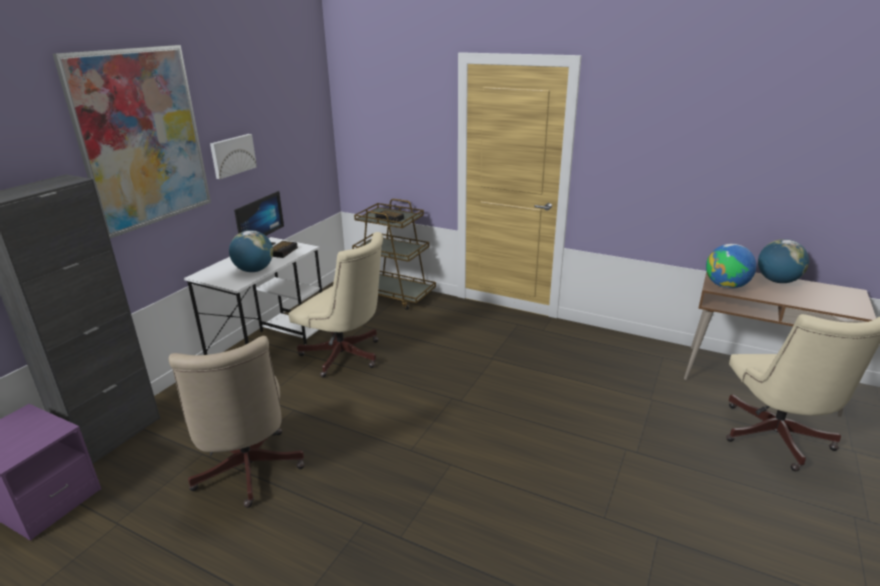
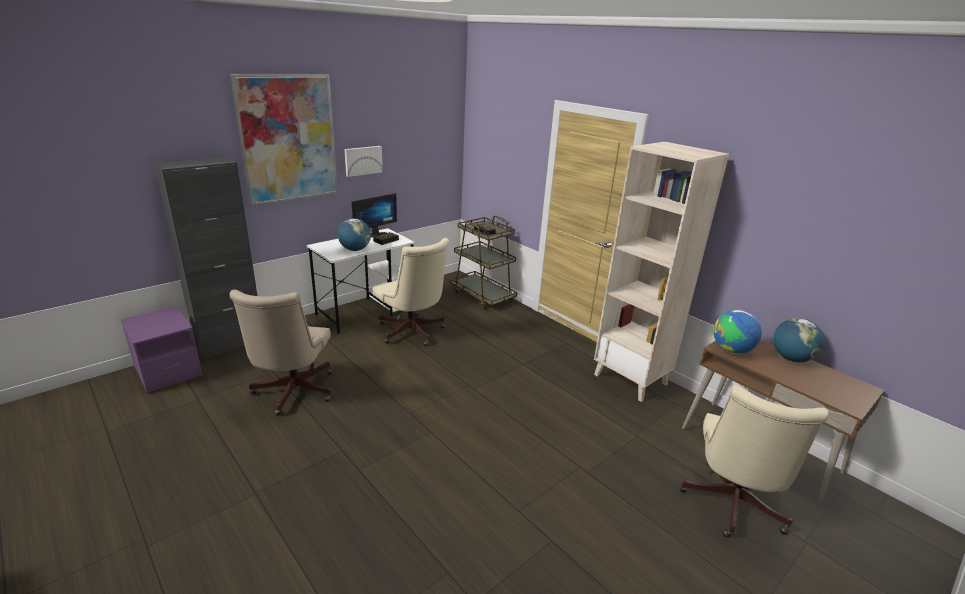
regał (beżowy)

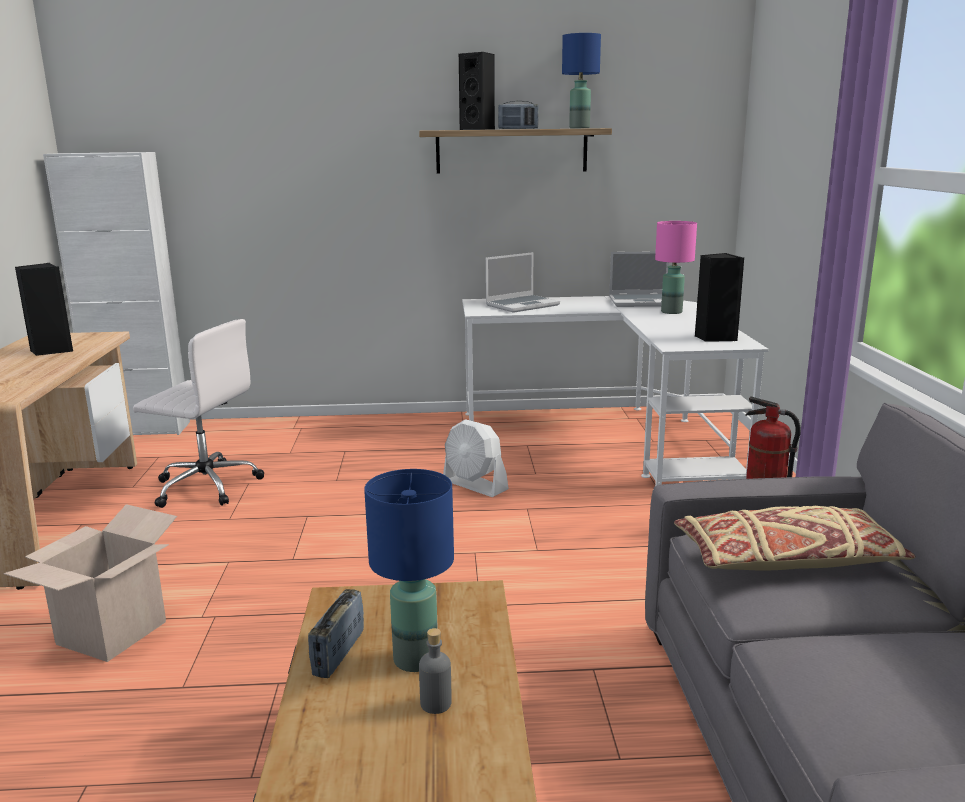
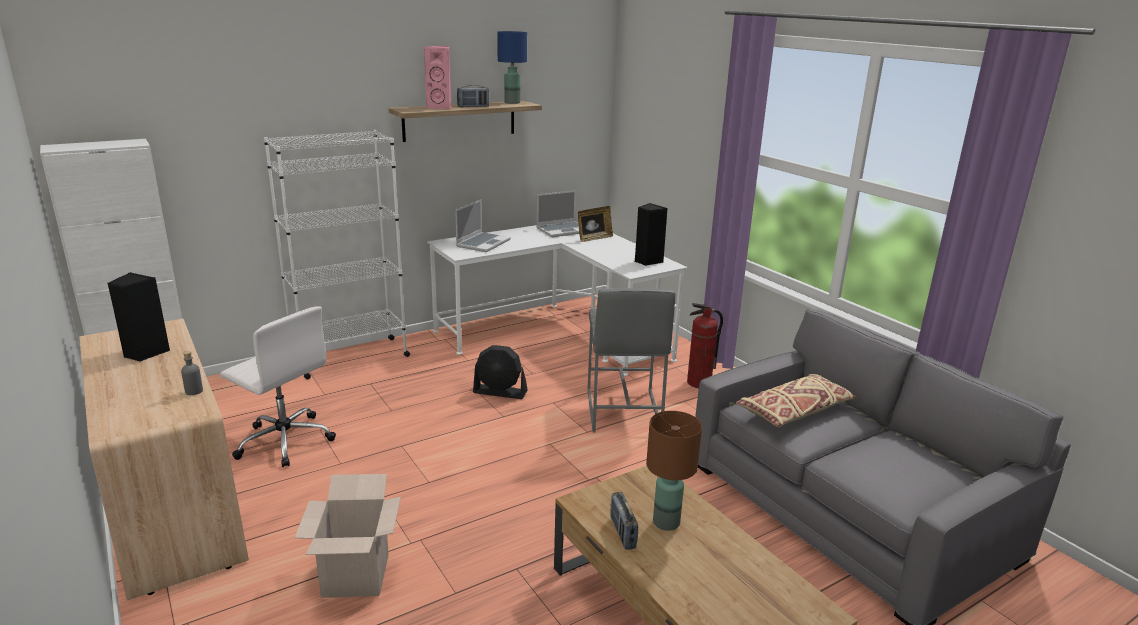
butelka (szary)
krzesło biurowe (biały)
regał (biały)
głośnik (różowy)
wentylator (czarny)
ramka na zdjęcie
stołek (szary)
lampa stołowa (brązowy)

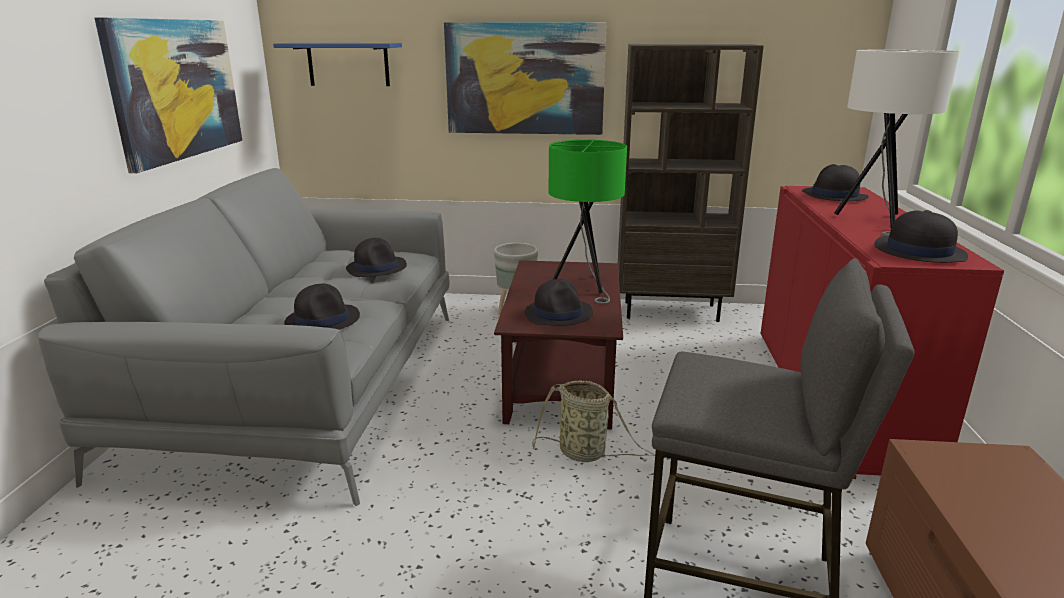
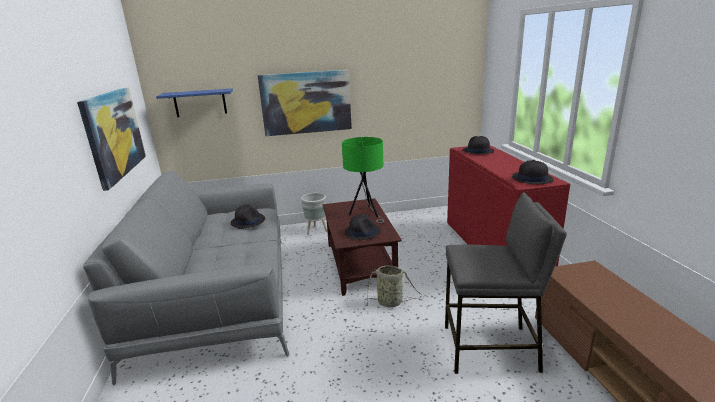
kapelusz (czarny) (no. 1 from left in the first image)
regał (brązowy)
lampa stołowa (biały)

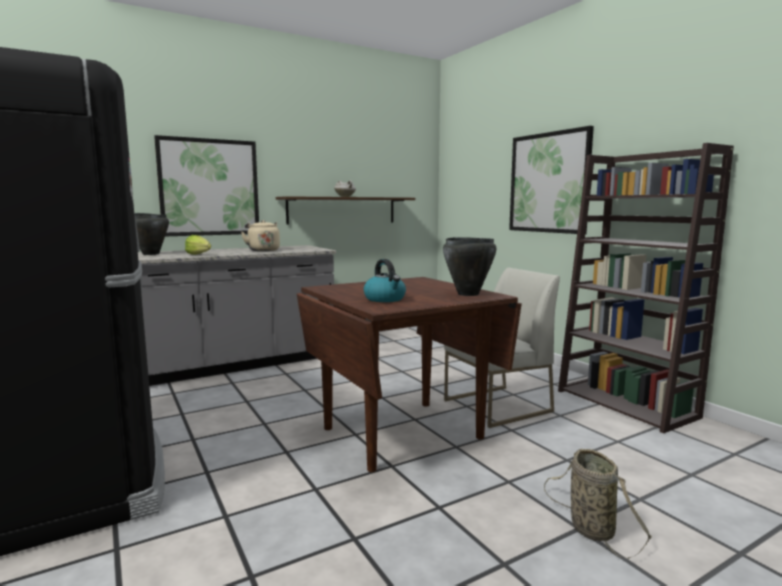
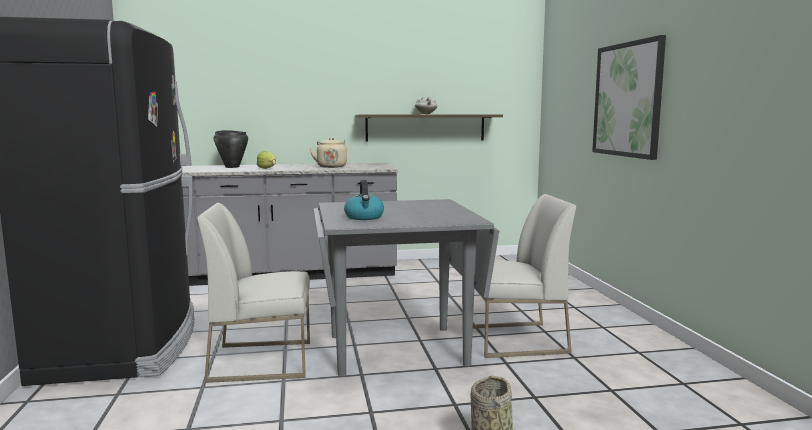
krzesło (biały) (no. 1 from left)
stół jadalny (szary)
obraz (no. 1 from left in the first image)
garnek (czarny) (no. 2 from left in the first image)
regał (brązowy)

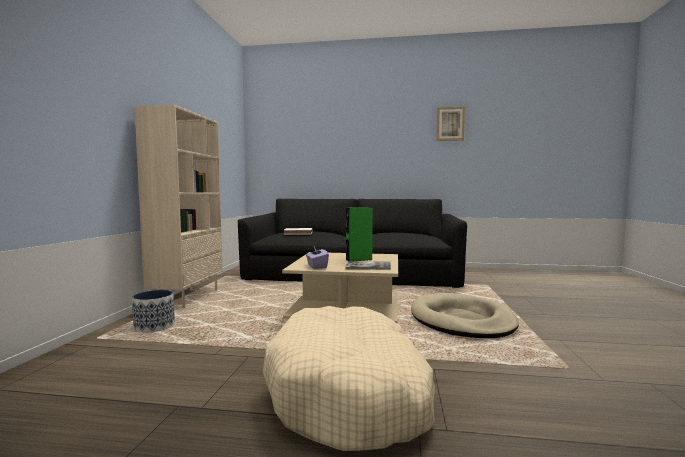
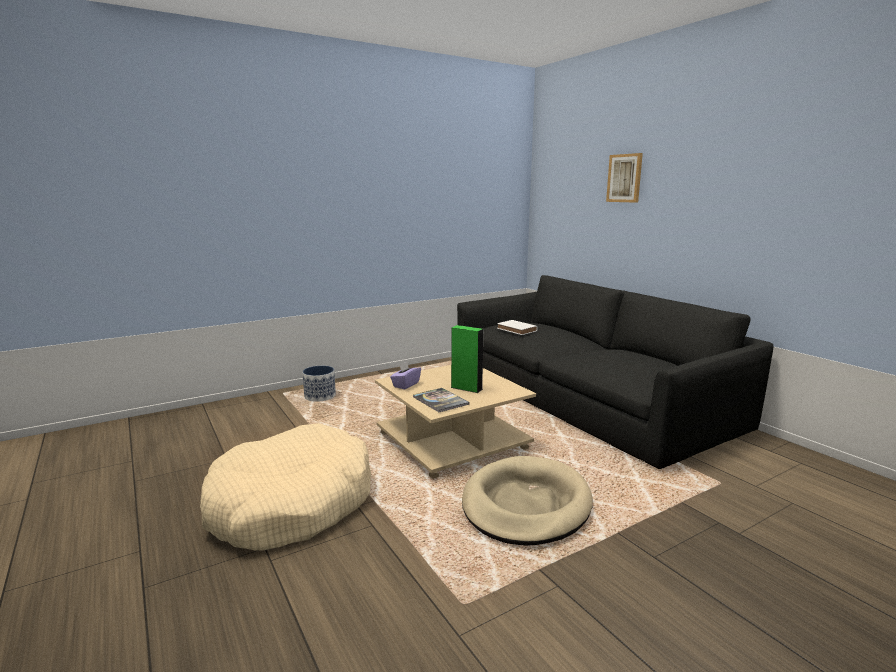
obraz
regał (beżowy)

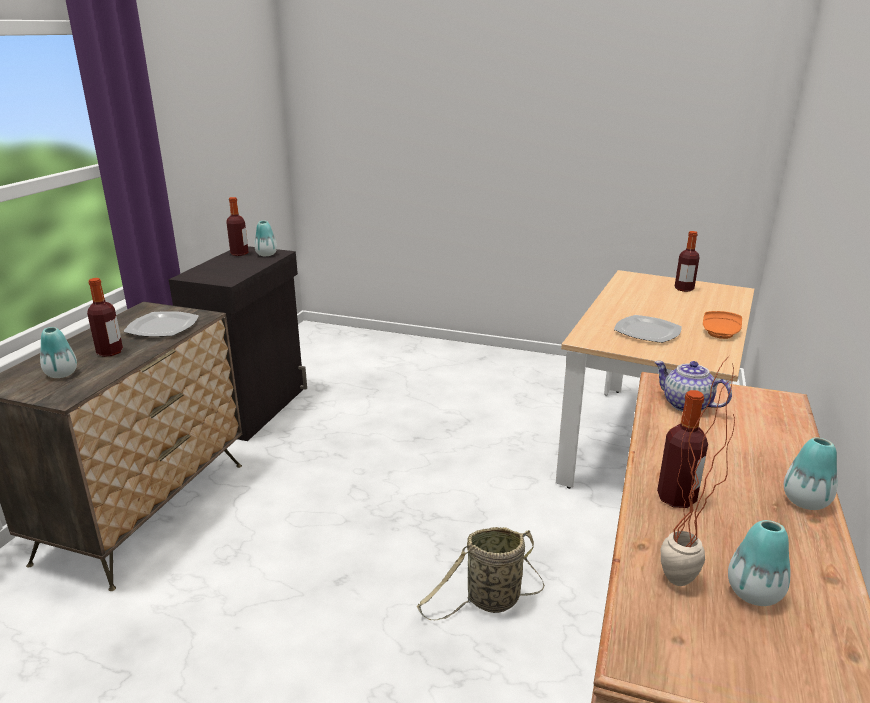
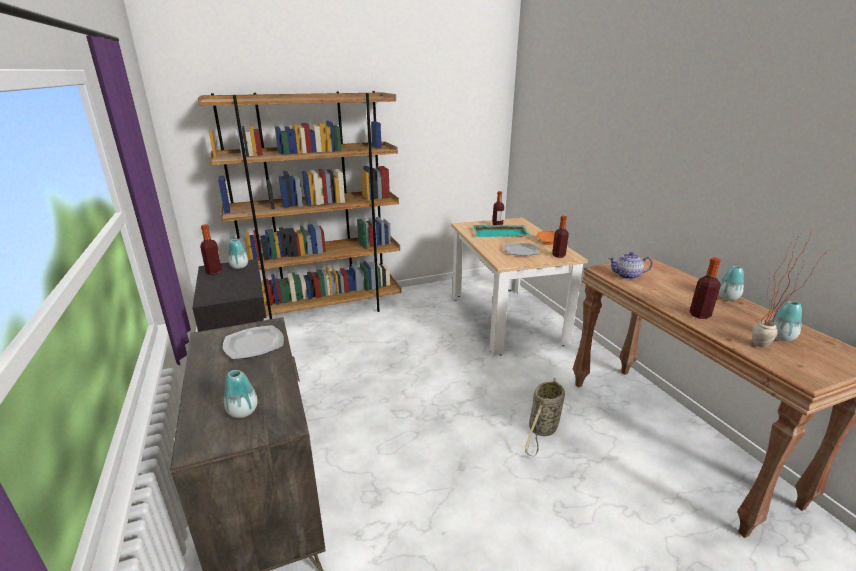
regał (brązowy)
taca (turkusowy)
butelka (no. 3 from left)

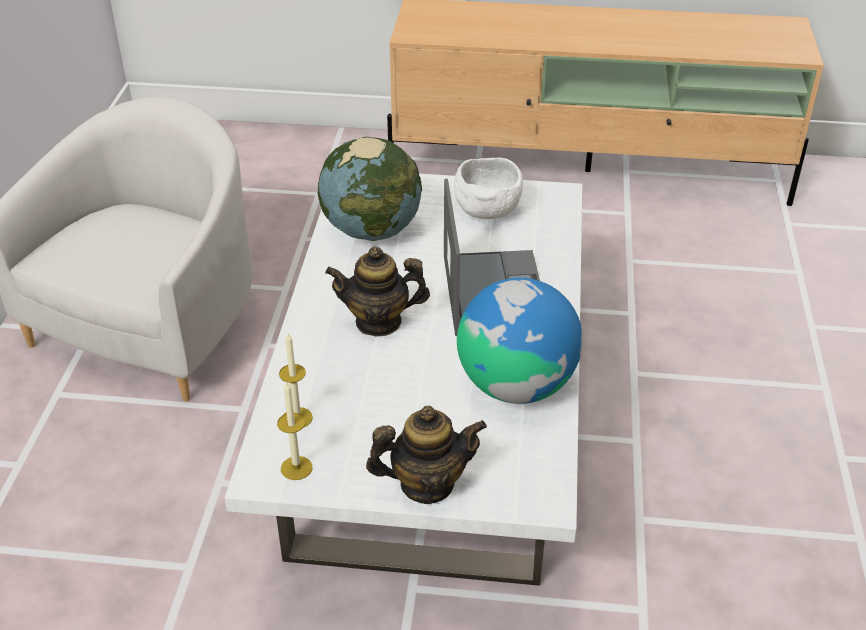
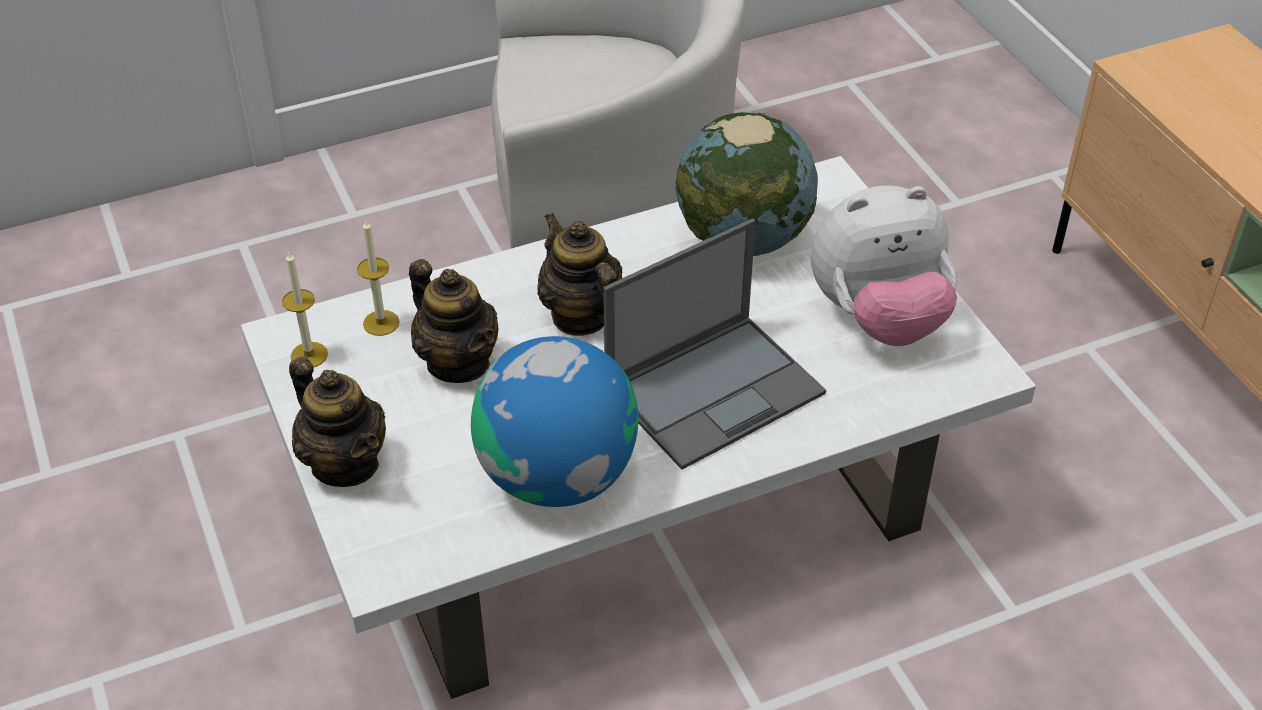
imbryk (no. 2 from left)
pluszak

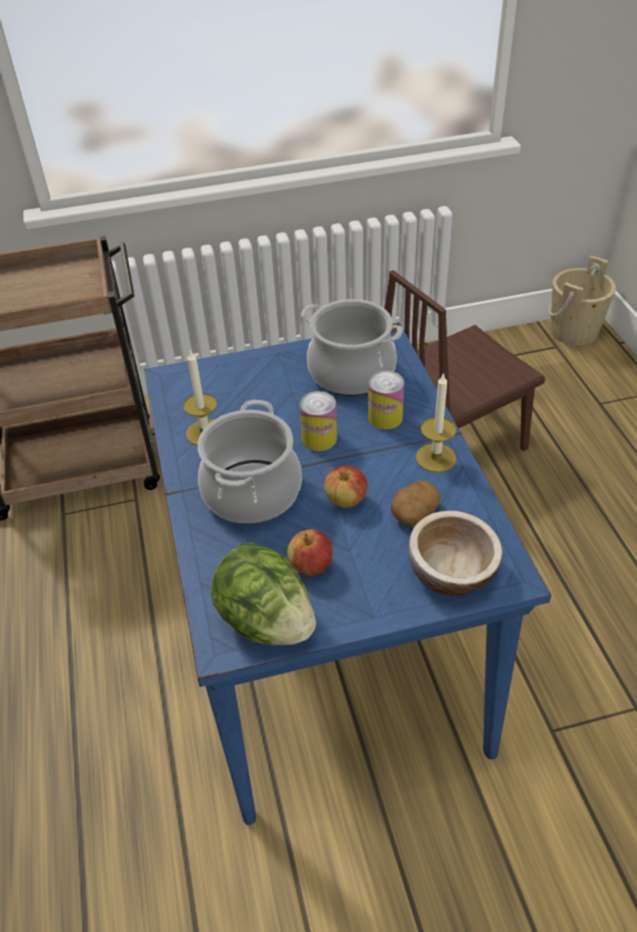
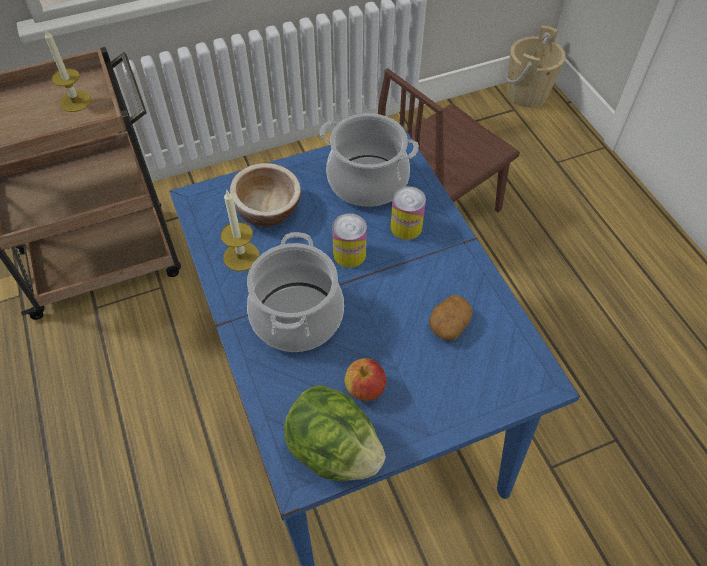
świeca (no. 1 from left)
miska
jabłko (no. 2 from left in the first image)

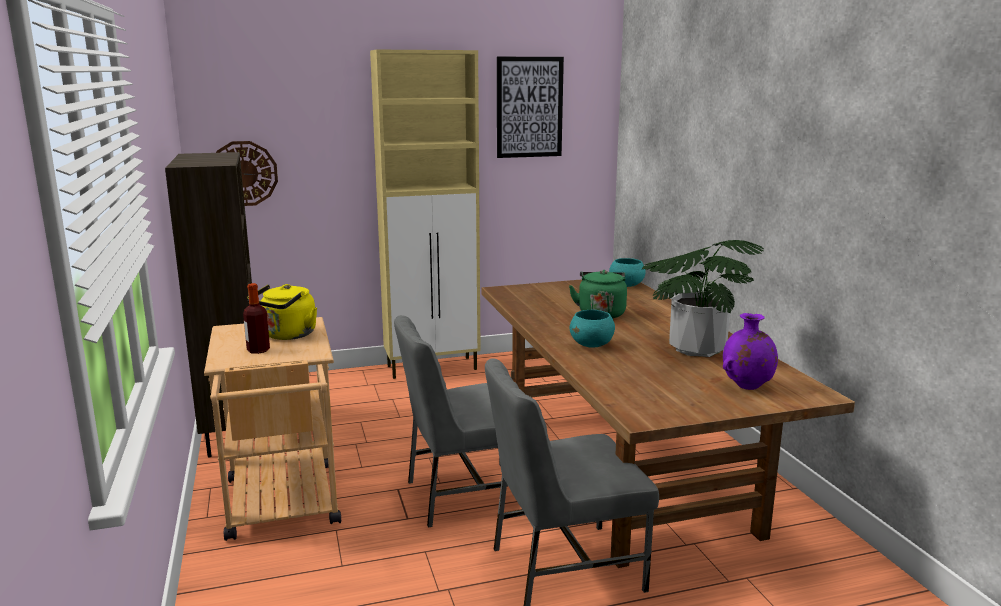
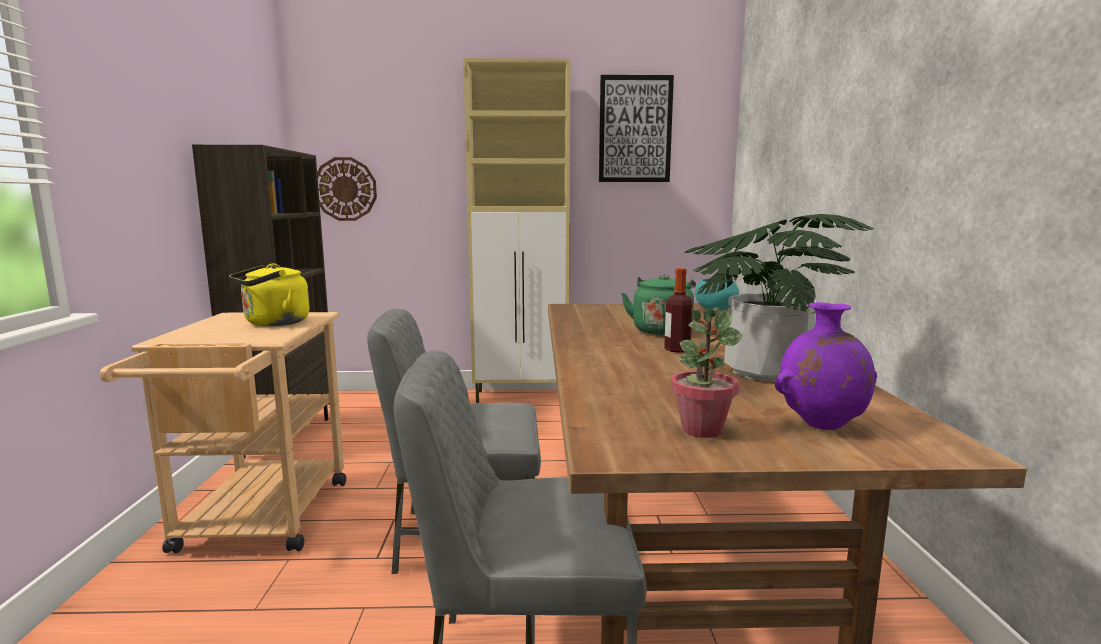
butelka
roślina doniczkowa (no. 1 from left)
miska (turkusowy) (no. 1 from left in the first image)

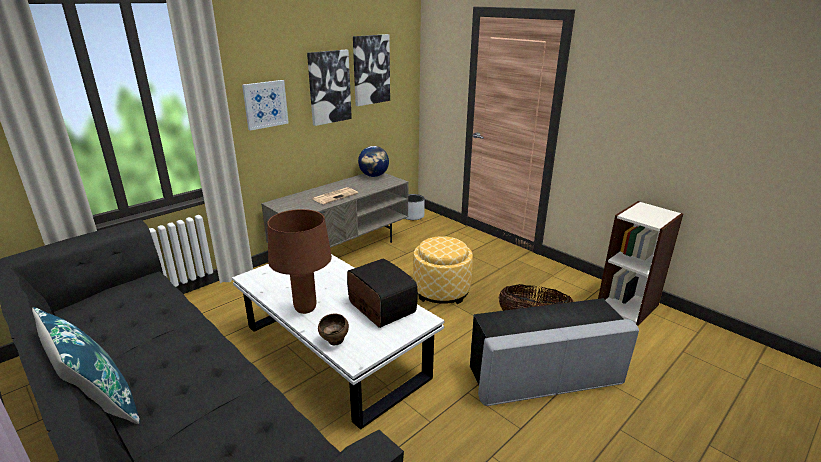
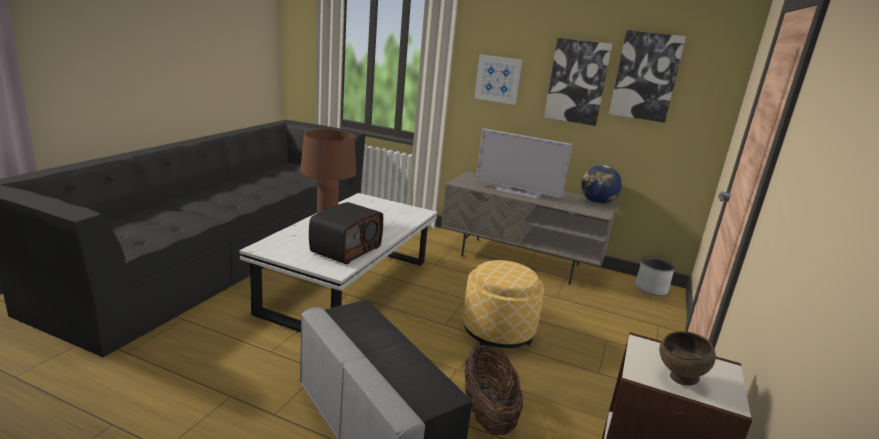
telewizor
miska (brązowy)
poduszka (niebieski)

